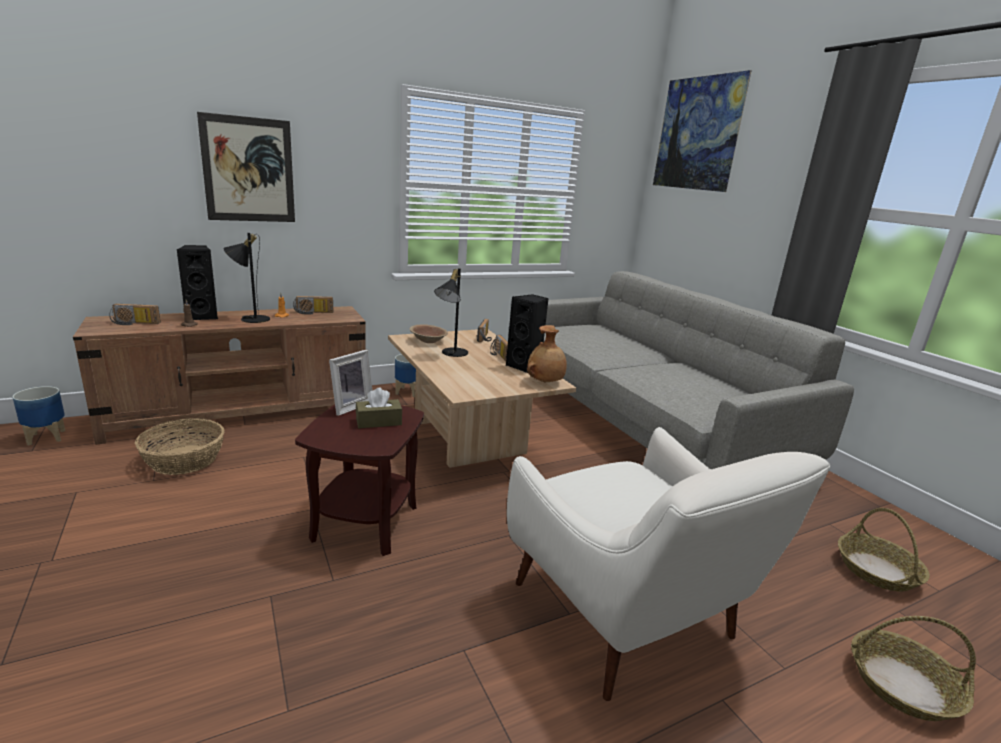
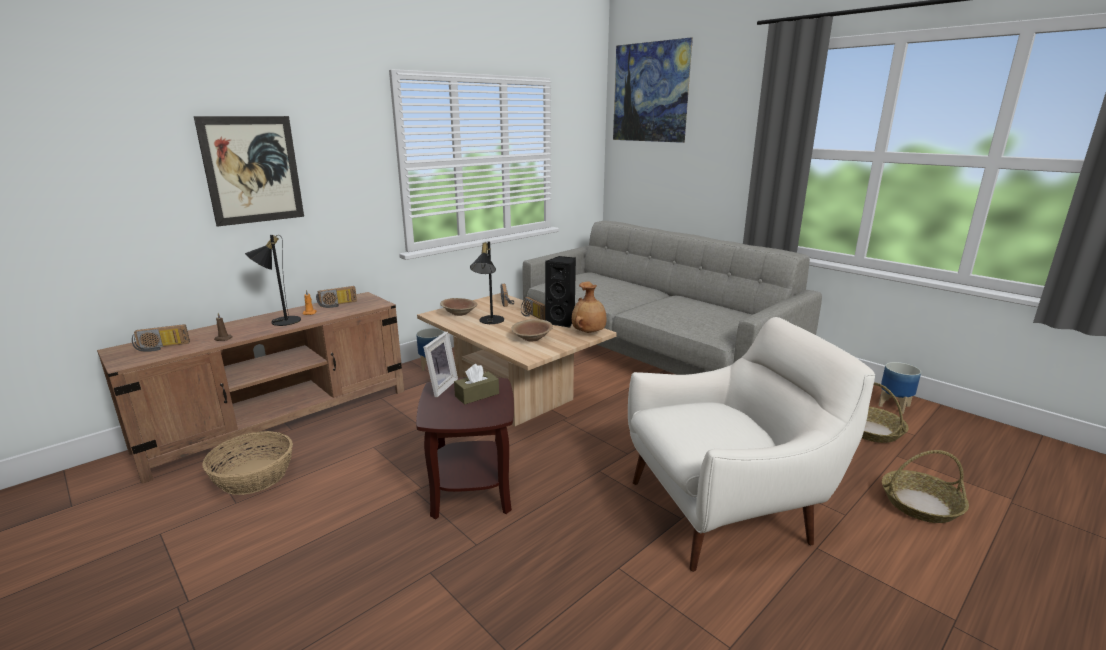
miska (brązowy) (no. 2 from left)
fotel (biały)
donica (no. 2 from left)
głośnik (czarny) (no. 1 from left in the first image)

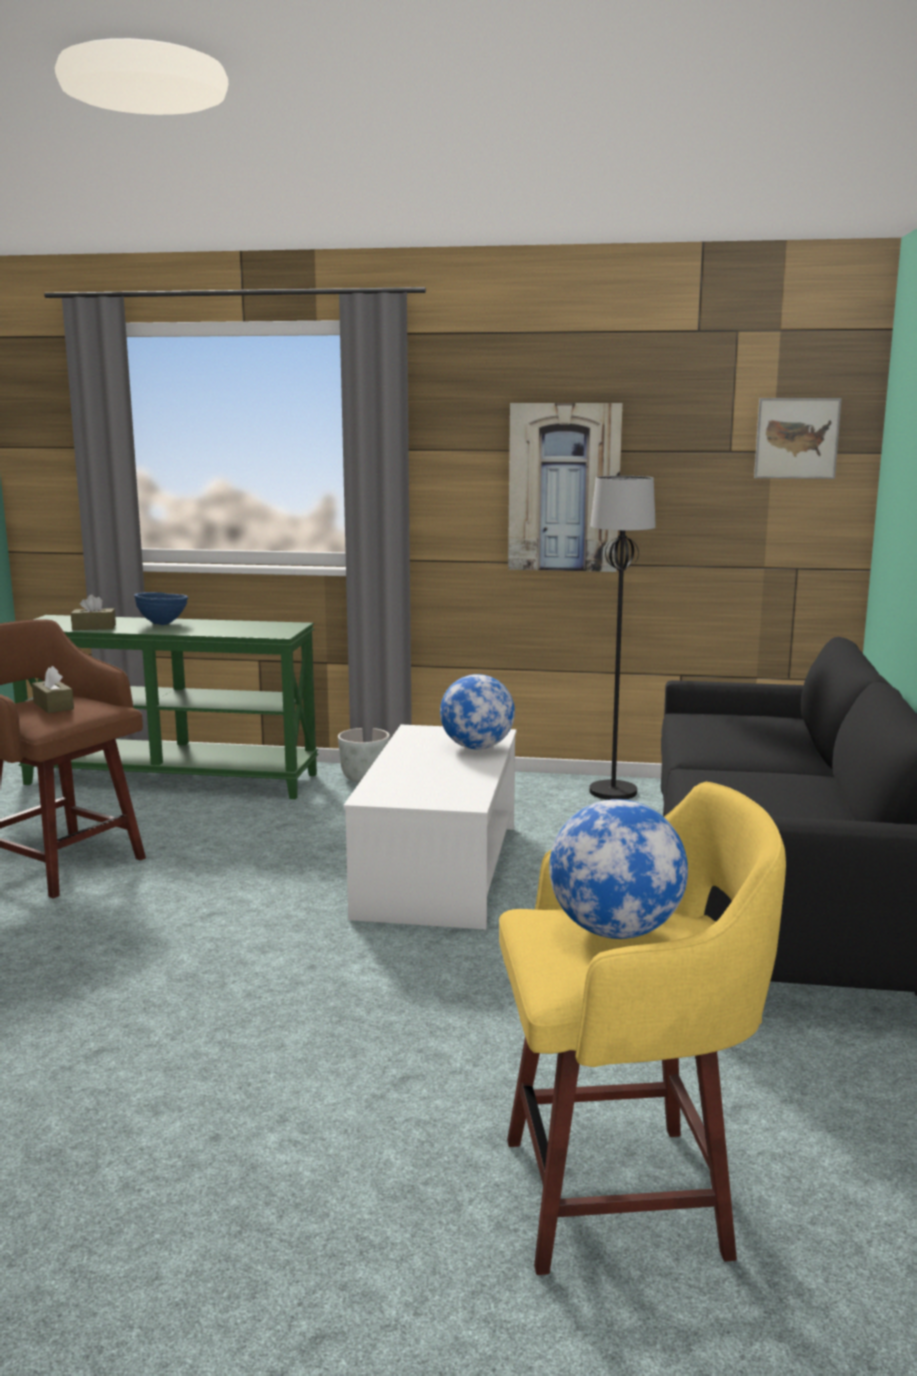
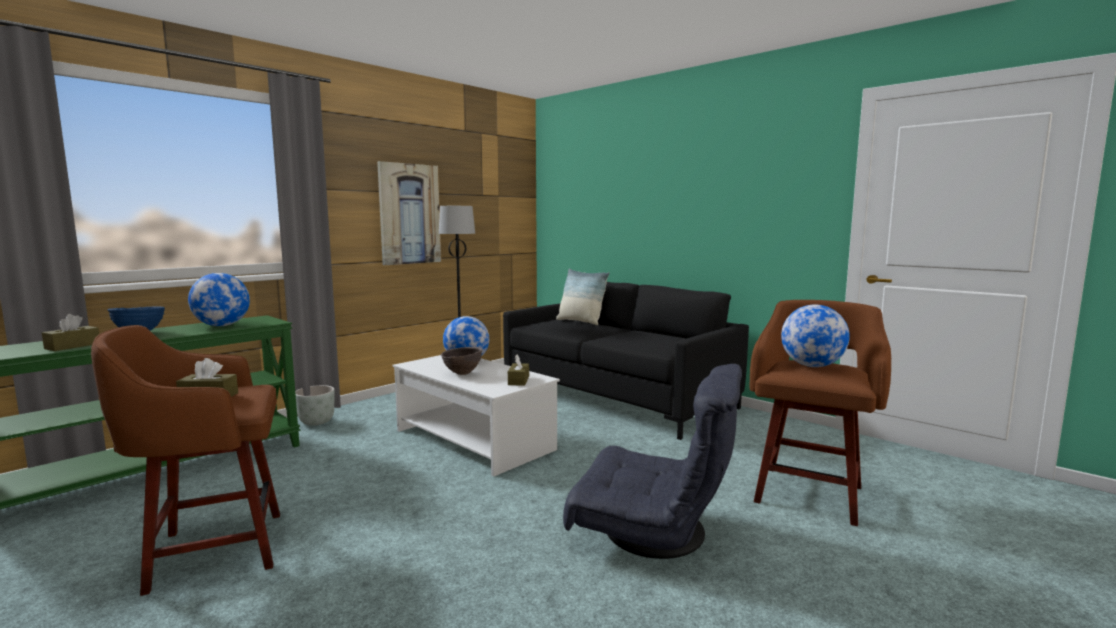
globus (no. 1 from left)
miska (brązowy)
pudełko chusteczek (brązowy) (no. 3 from left)
poduszka
fotel (szary)
stołek (brązowy) (no. 2 from left)
obraz (no. 2 from left in the first image)

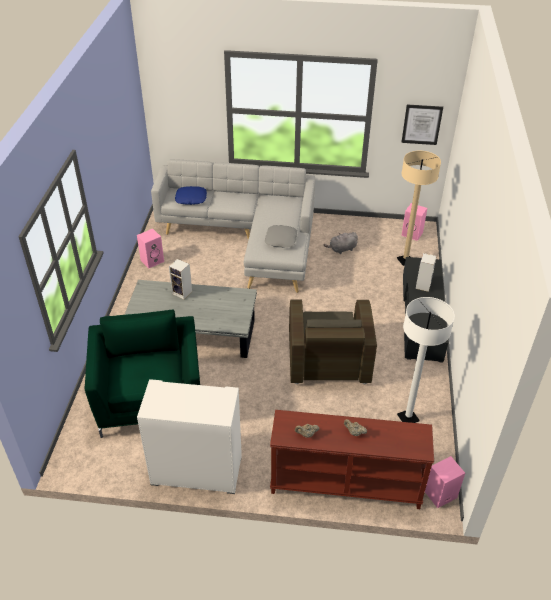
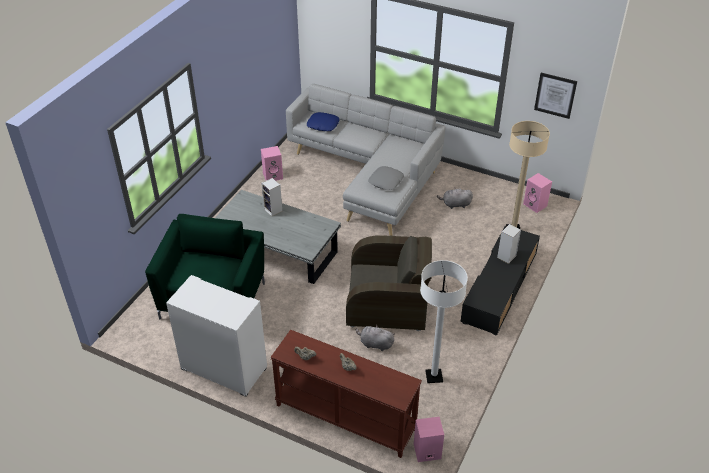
fotel (brązowy)
pluszak (szary) (no. 1 from left)

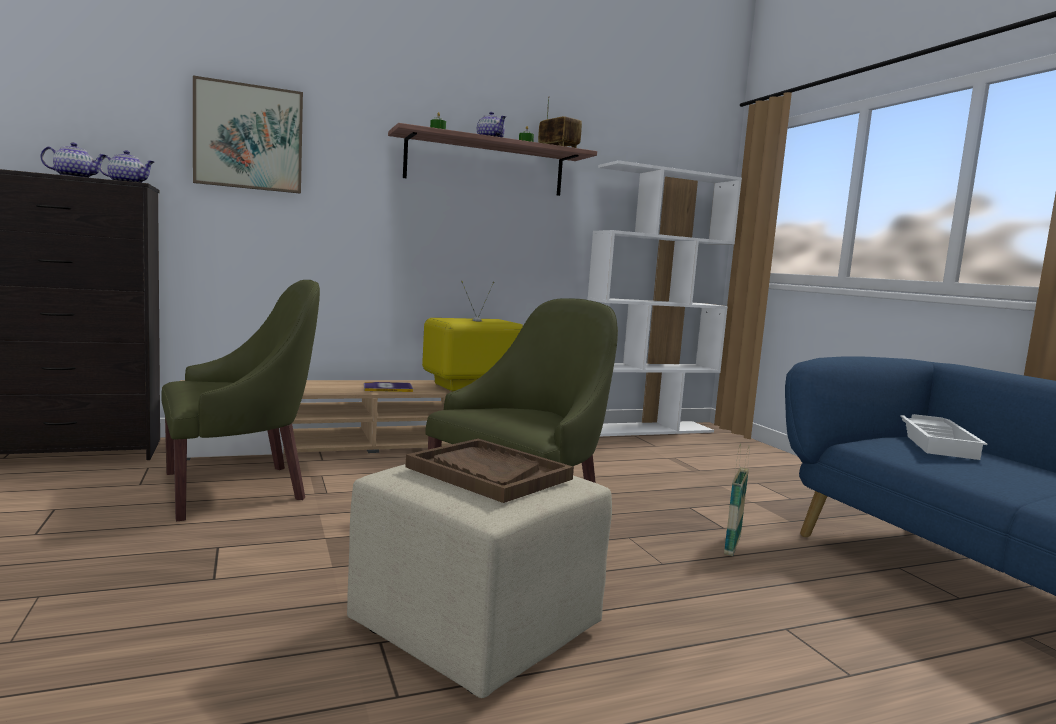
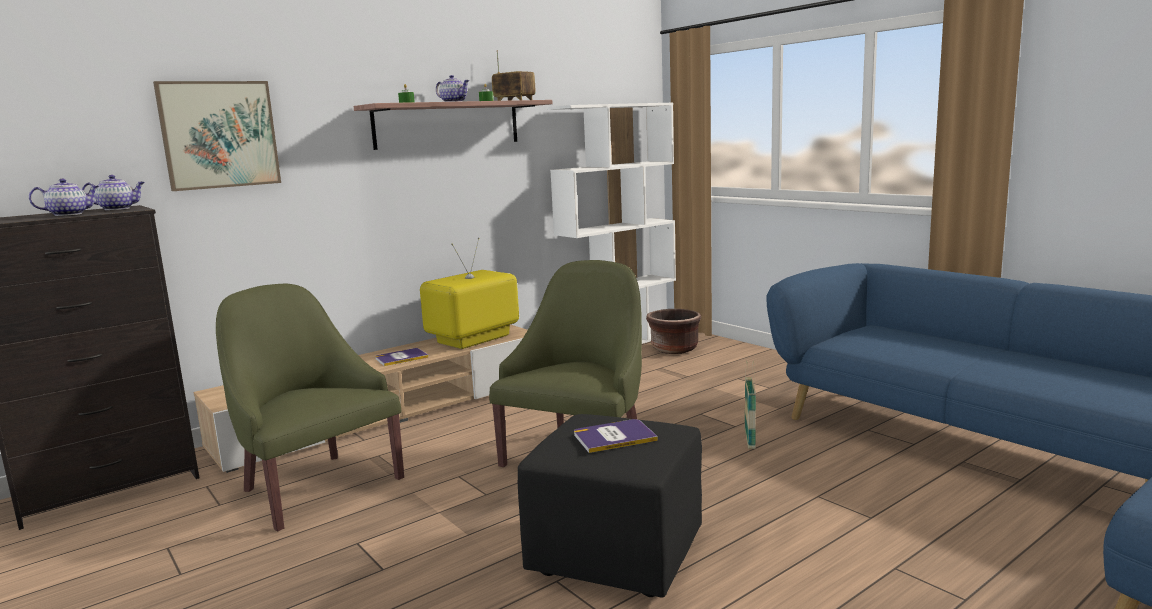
fotel (zielony) (no. 1 from left)
pufa (czarny)
książka (no. 2 from left)
donica (brązowy)
taca (biały)

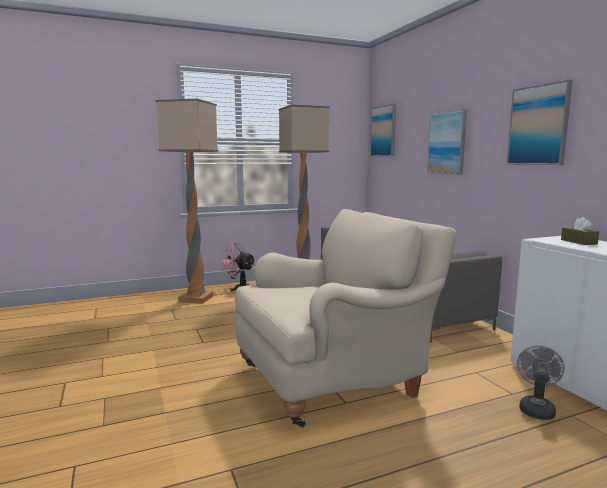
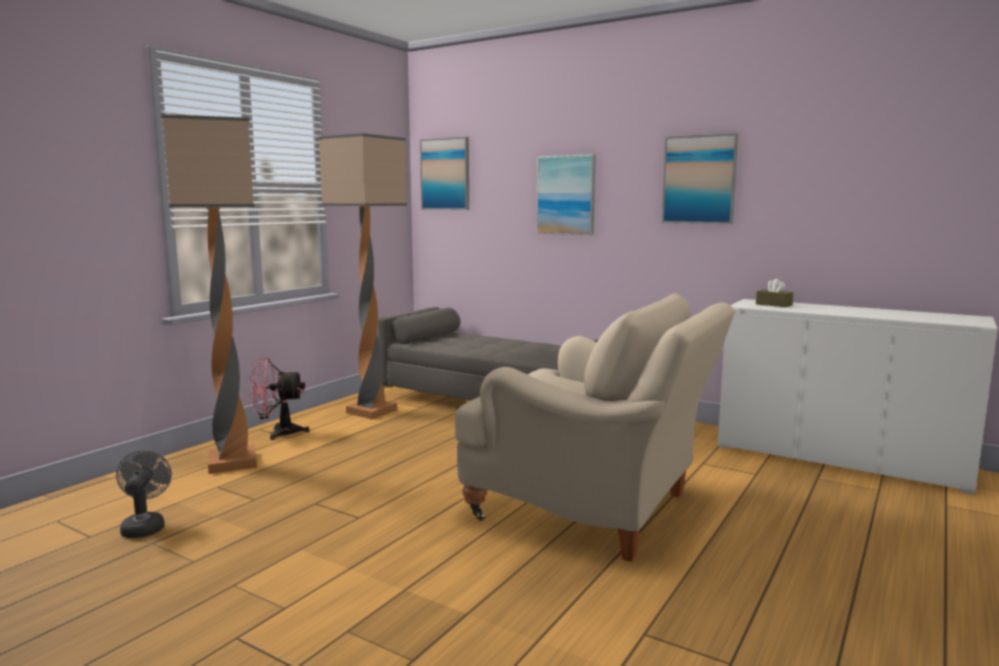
wentylator (szary)
fotel (beżowy)

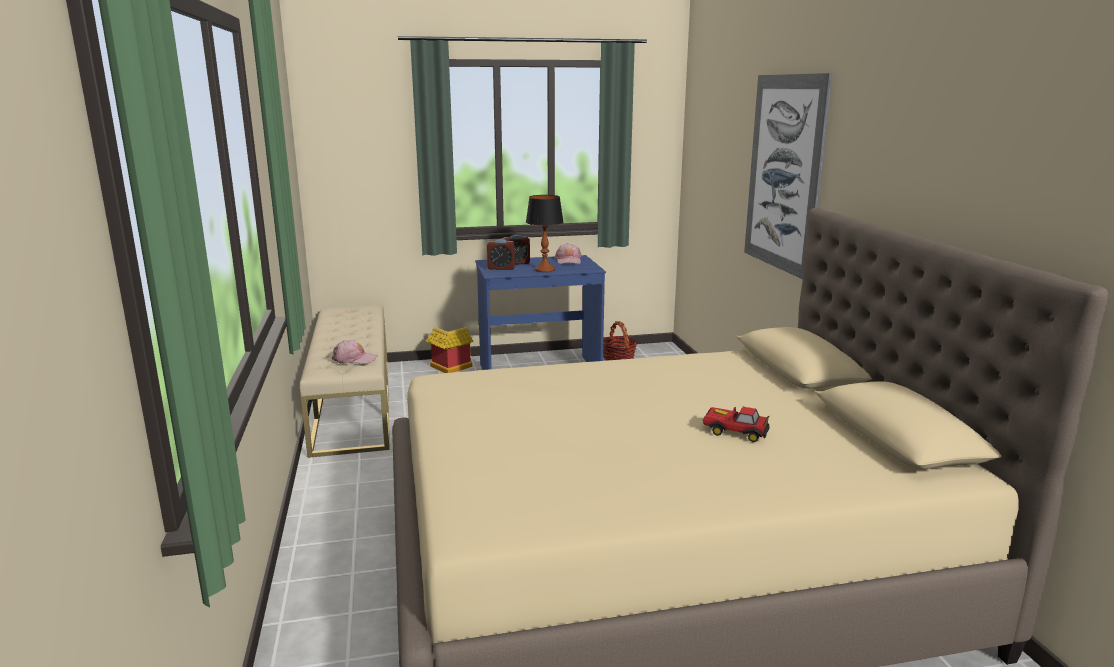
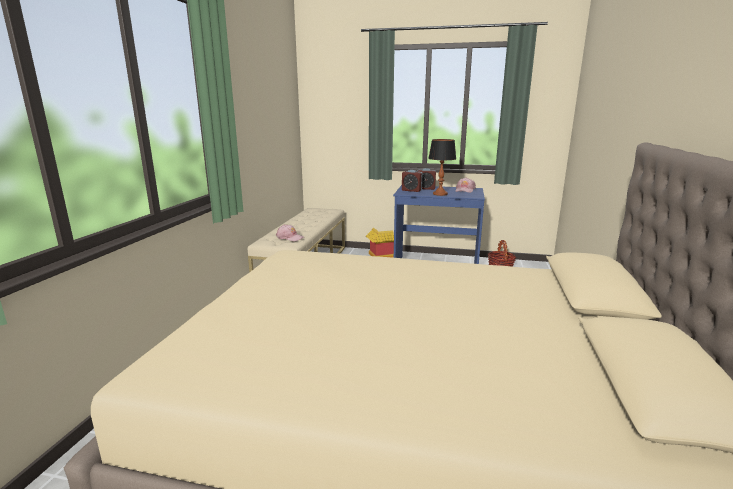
samochodzik
obraz

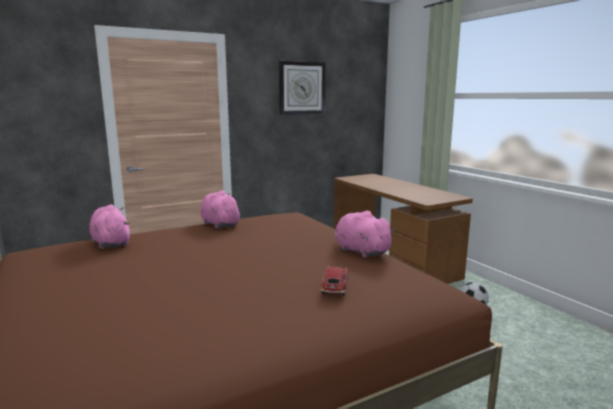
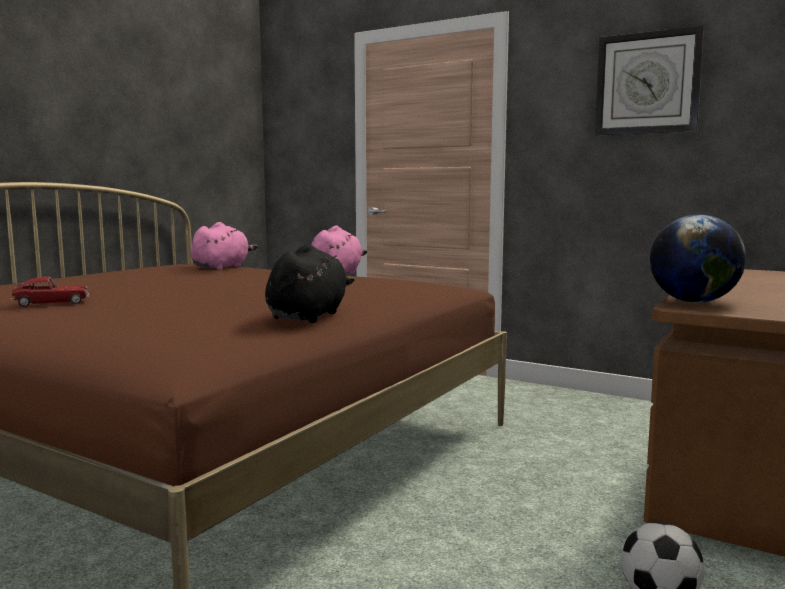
samochodzik
pluszak (czarny)
globus

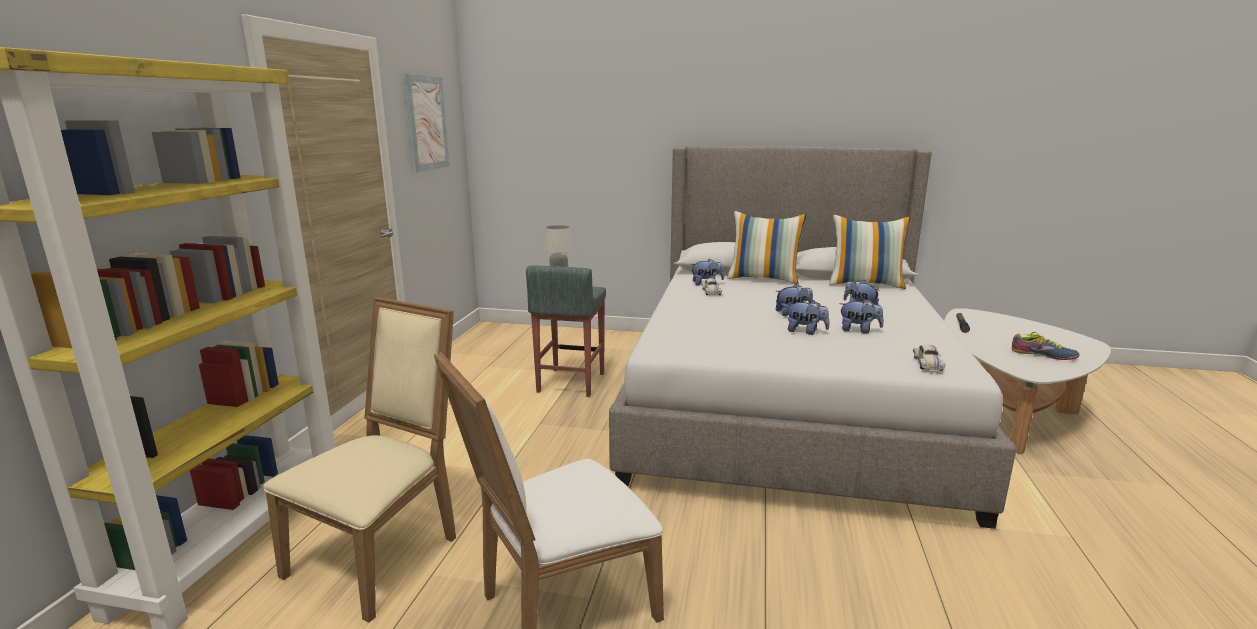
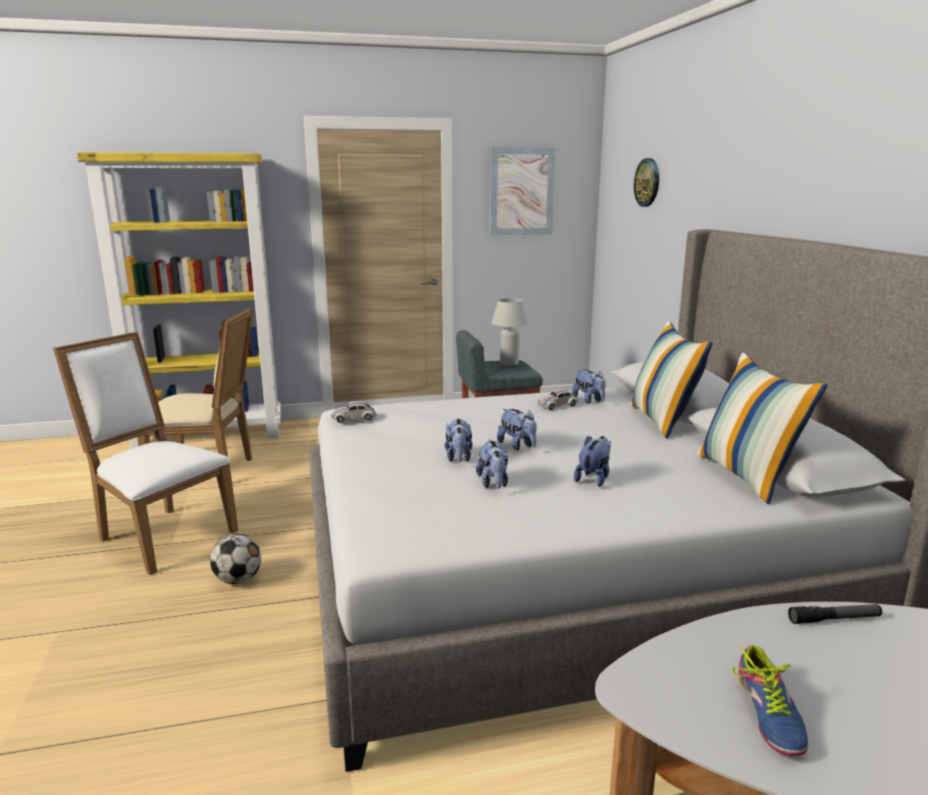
piłka futbolowa
samochodzik (biały) (no. 1 from left)
zegar ścienny

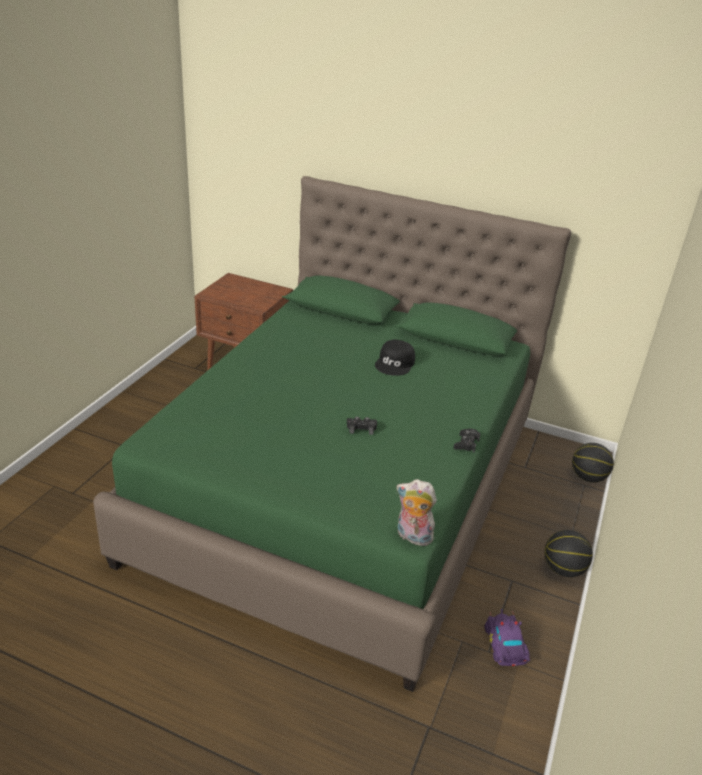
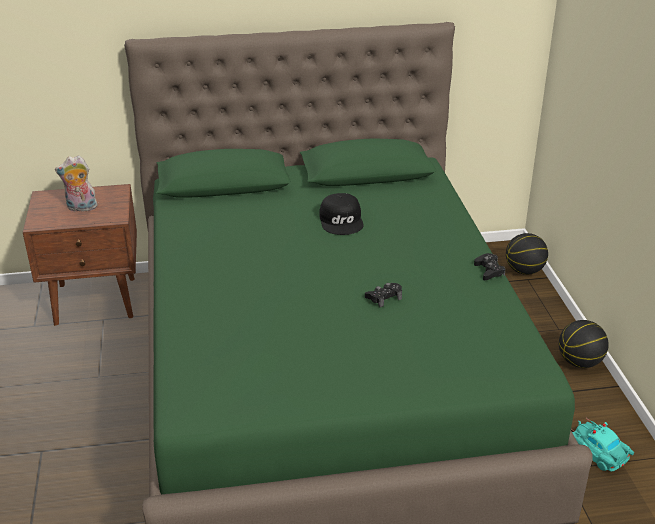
pluszak
samochodzik (turkusowy)

